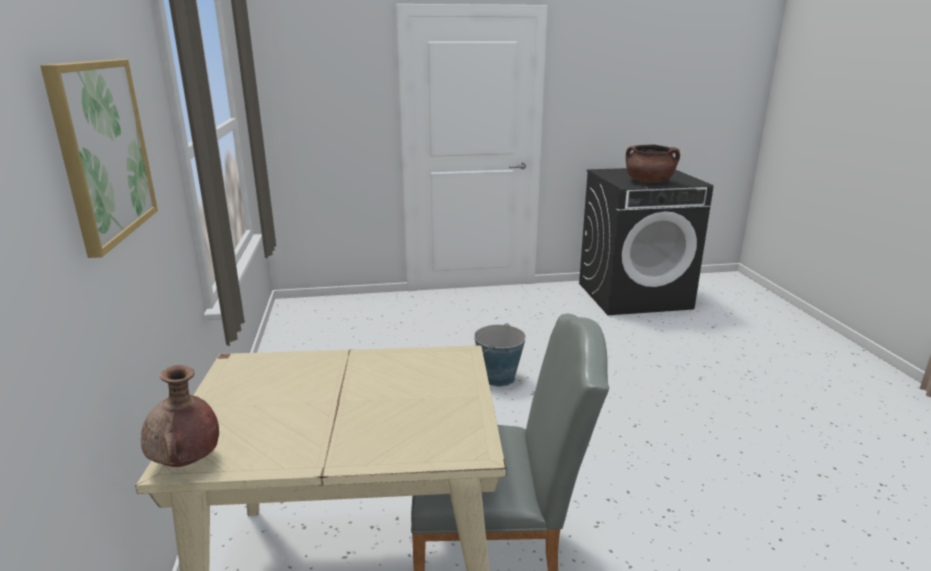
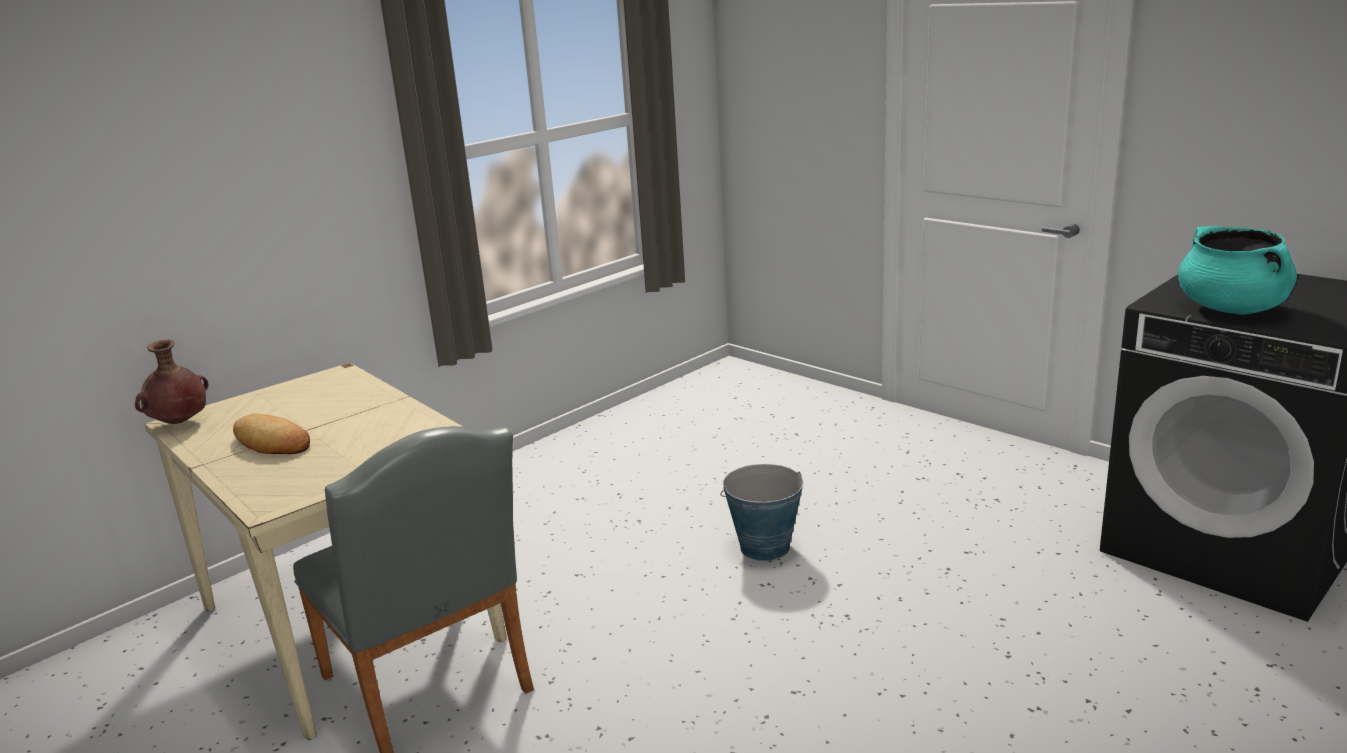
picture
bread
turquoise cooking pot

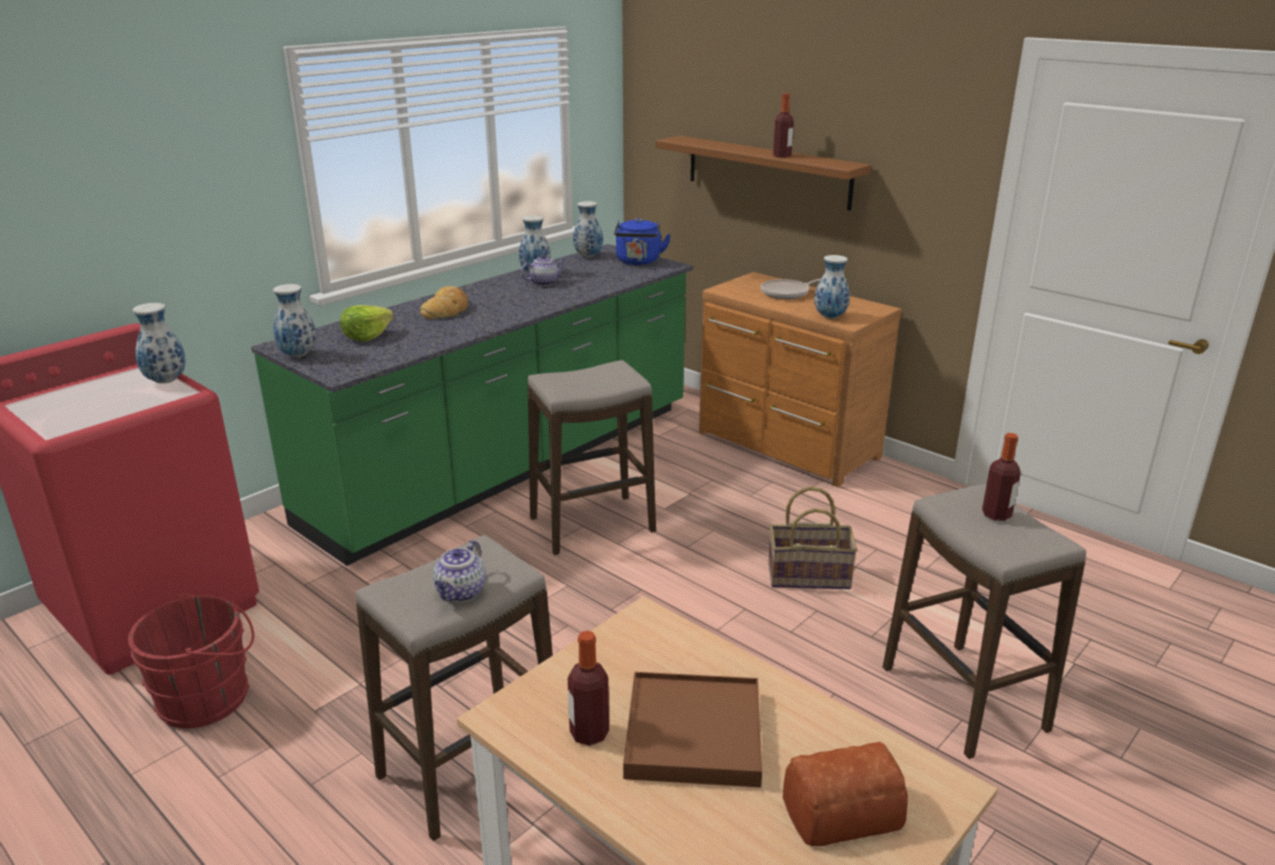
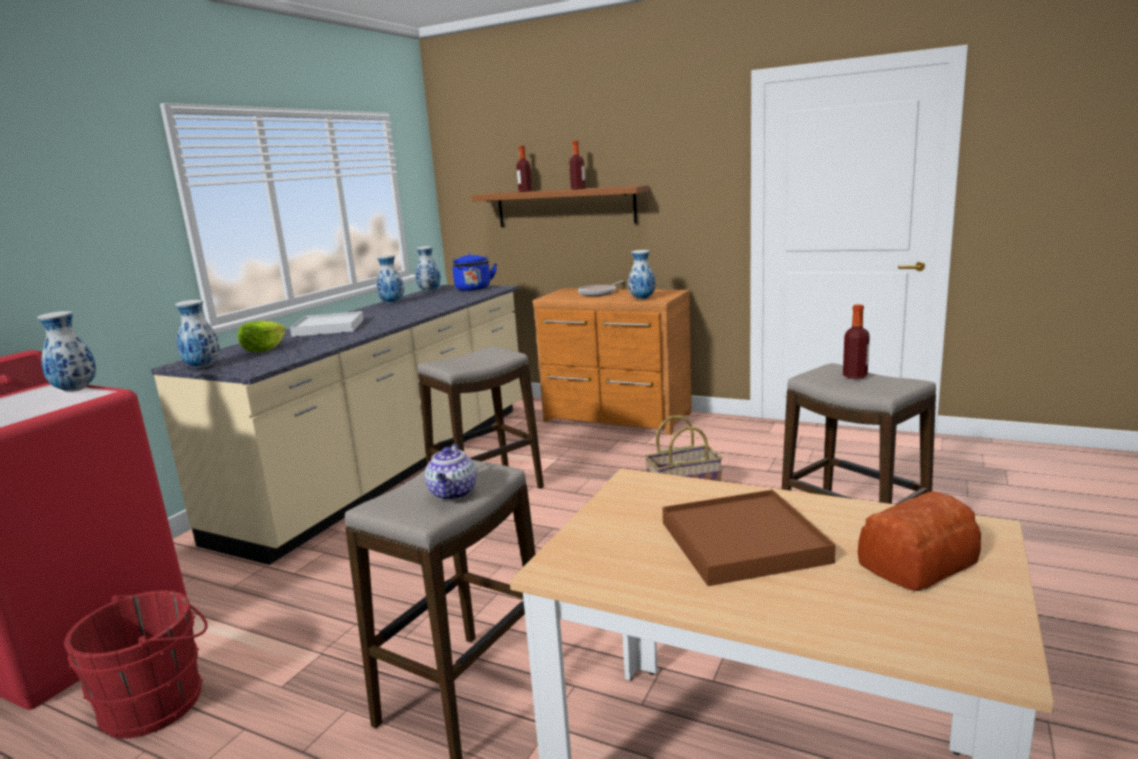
teapot (2nd from left in the first image)
bottle (1st from left)
white tray
beige counter

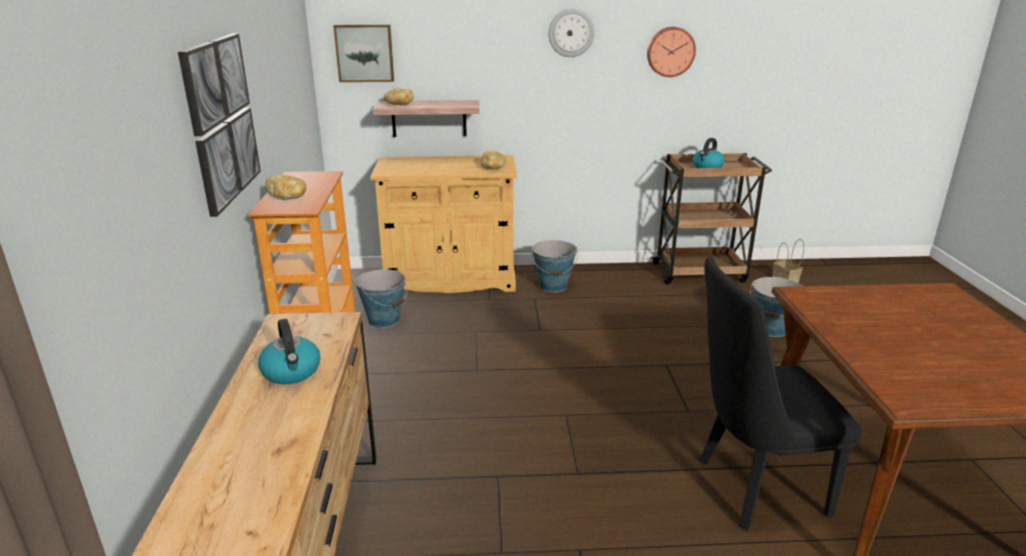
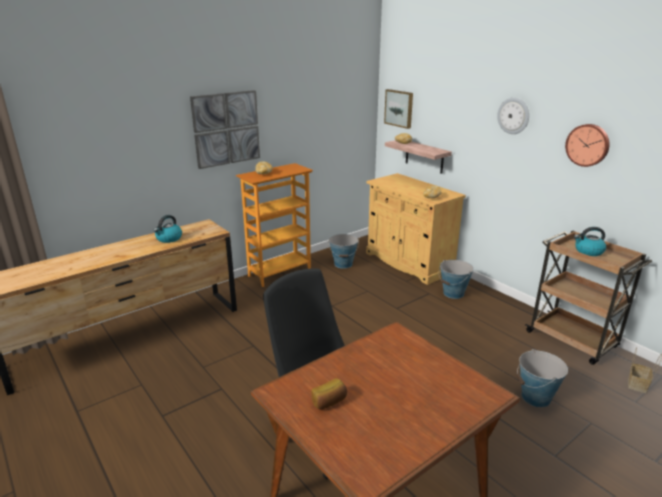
bread (2nd from left)

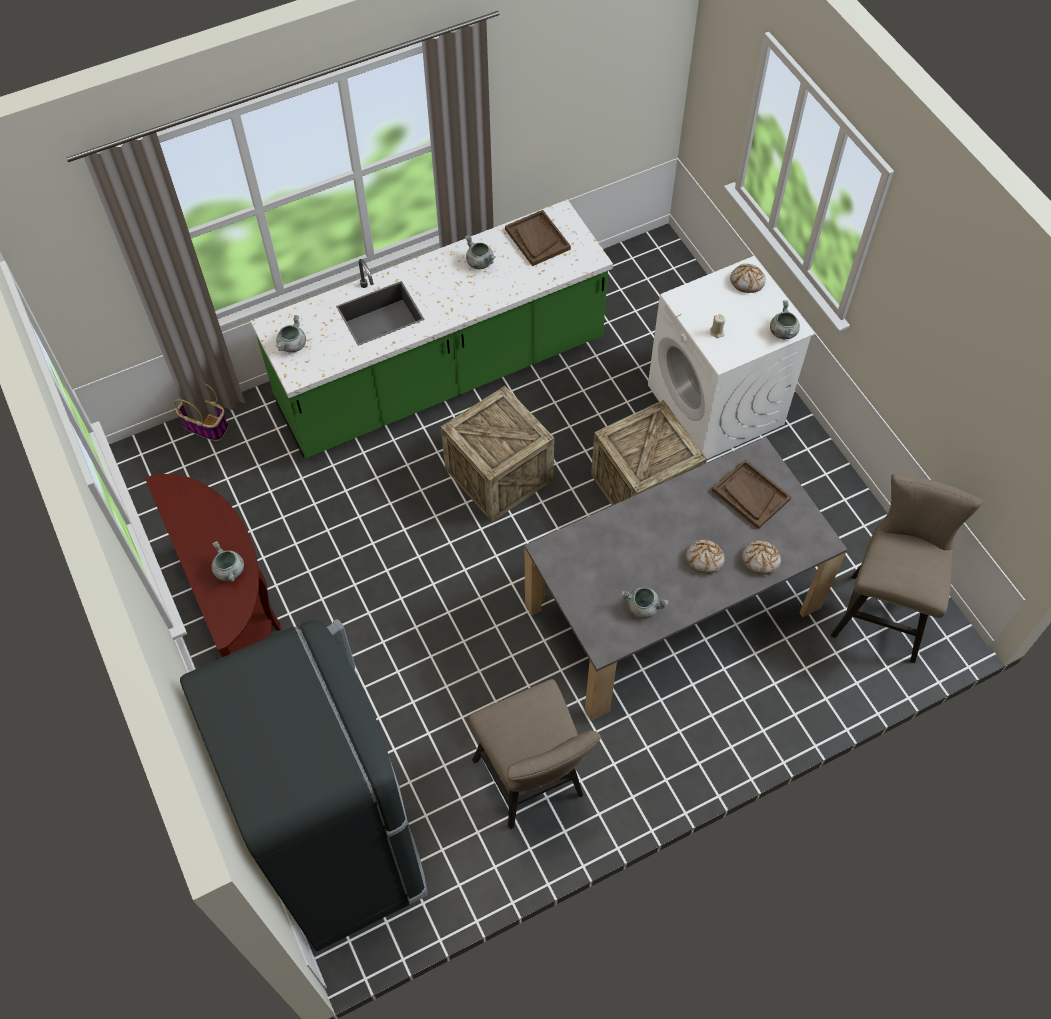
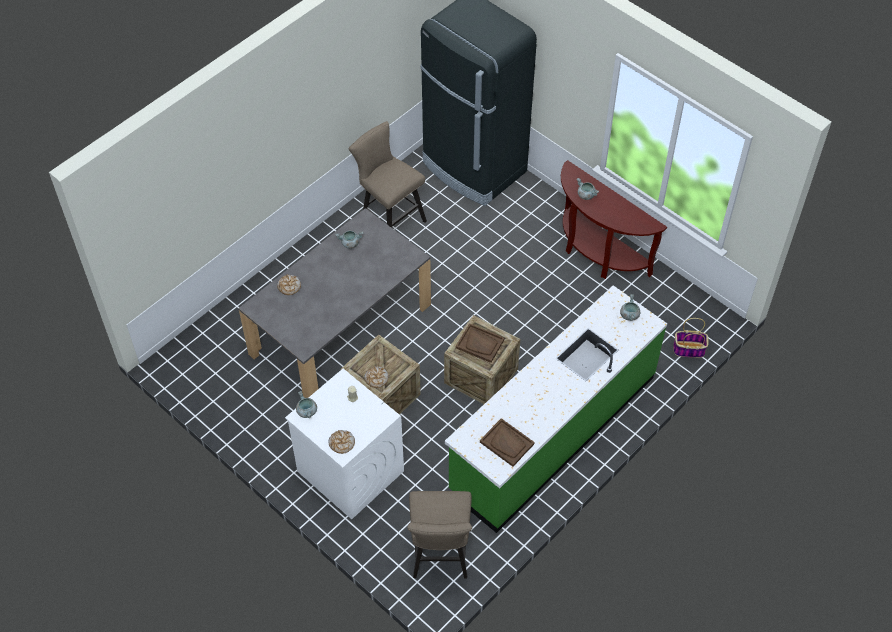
grey cooking pot (3rd from left in the first image)
bread (3rd from left)
brown tray (1st from left)
beige stool (2nd from left)

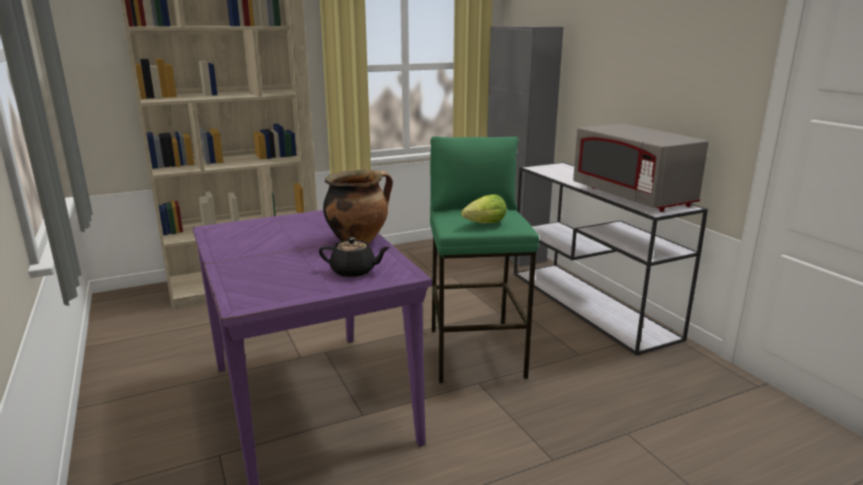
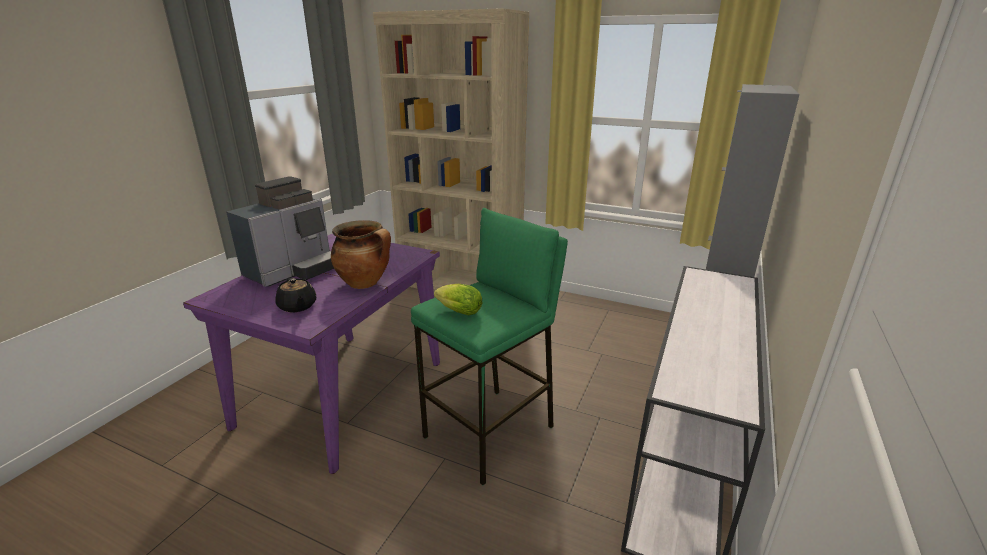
grey microwave
coffee machine

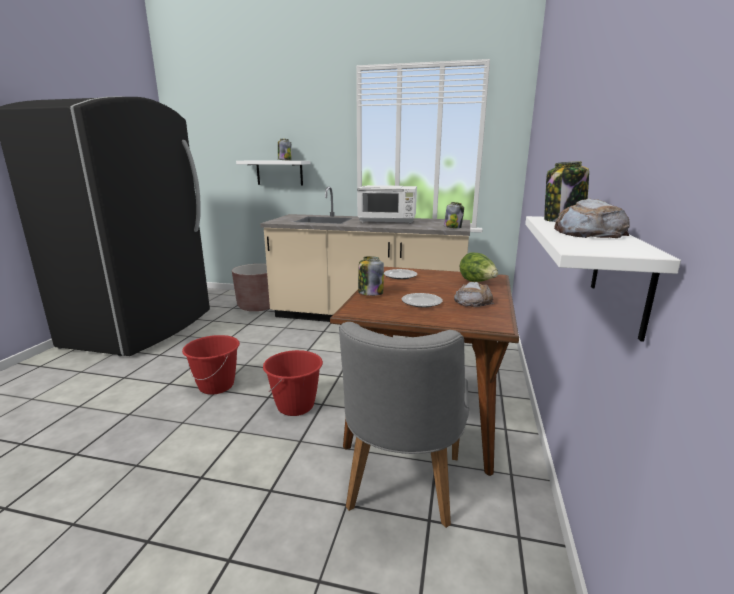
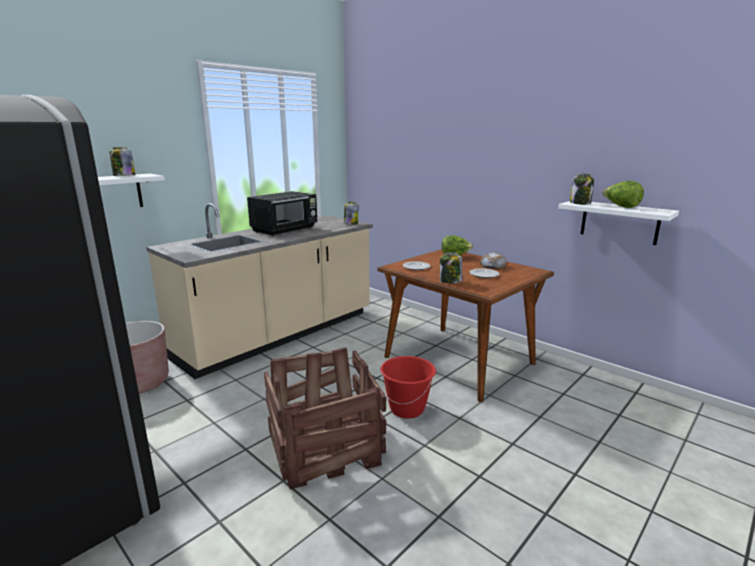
grey chair
crate
lettuce (2nd from left)
black microwave

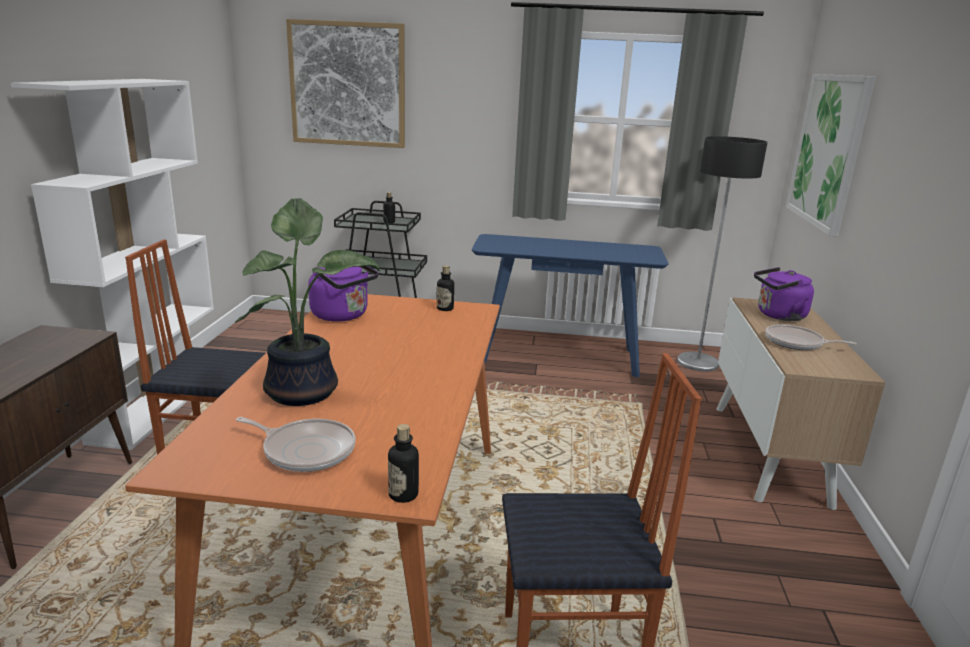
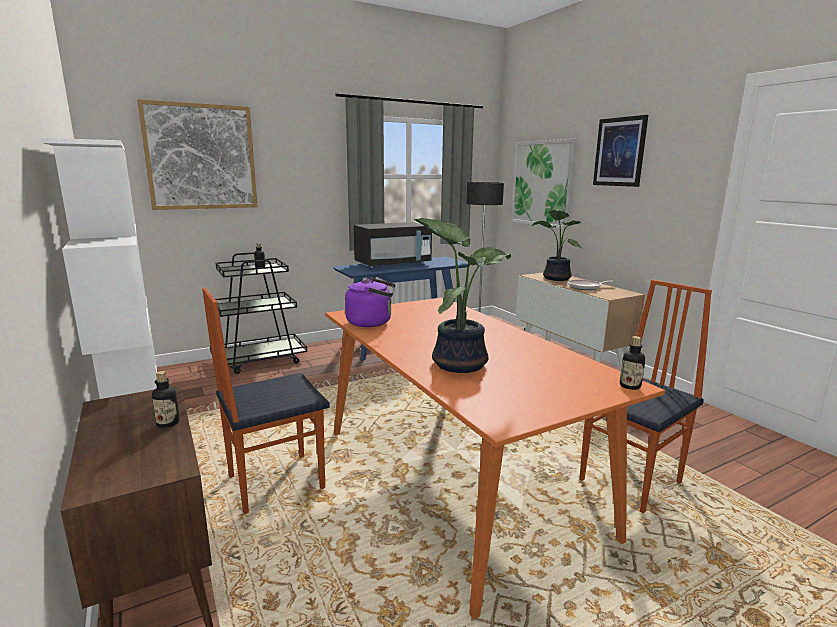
frying pan (1st from left in the first image)
black microwave
picture (3rd from left)
bottle (1st from left)
potted plant (2nd from left)

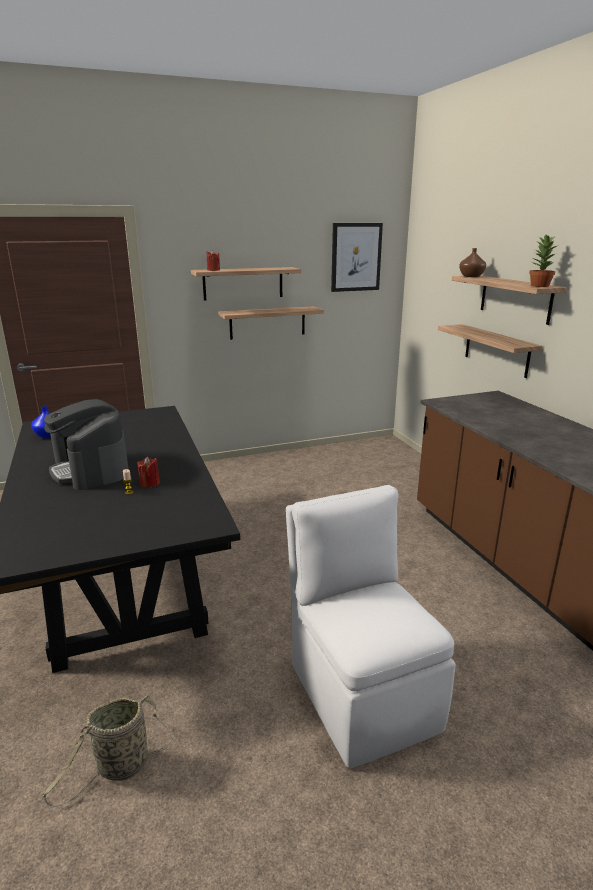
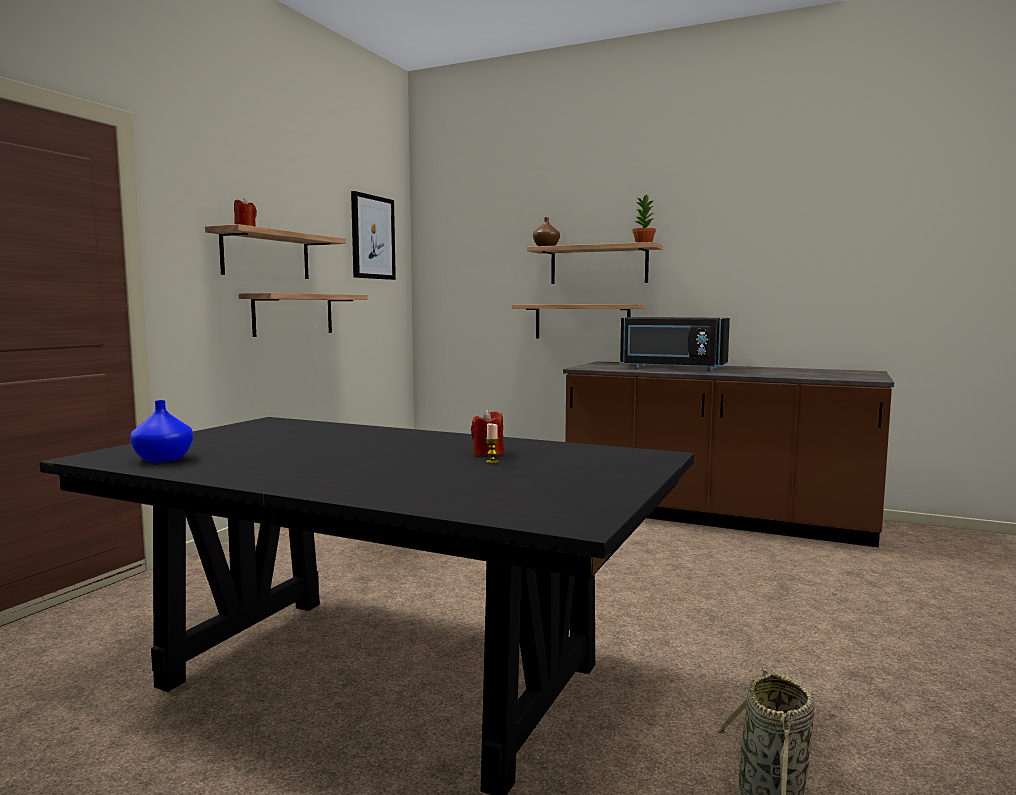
coffee machine
white chair
black microwave

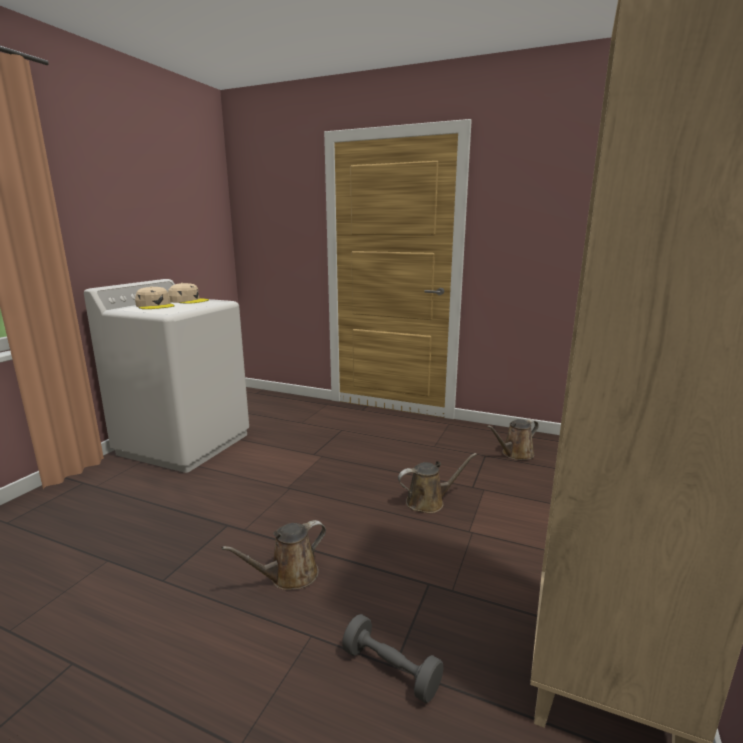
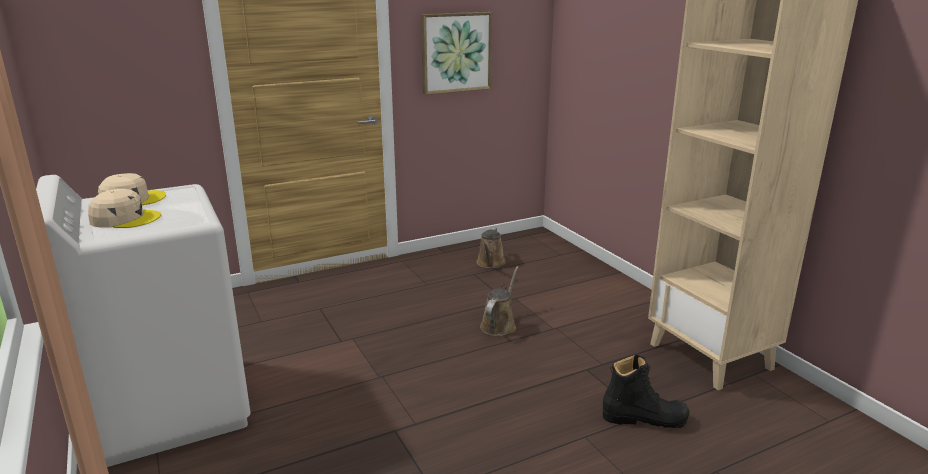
brown watering can (1st from left in the first image)
picture
black boot

